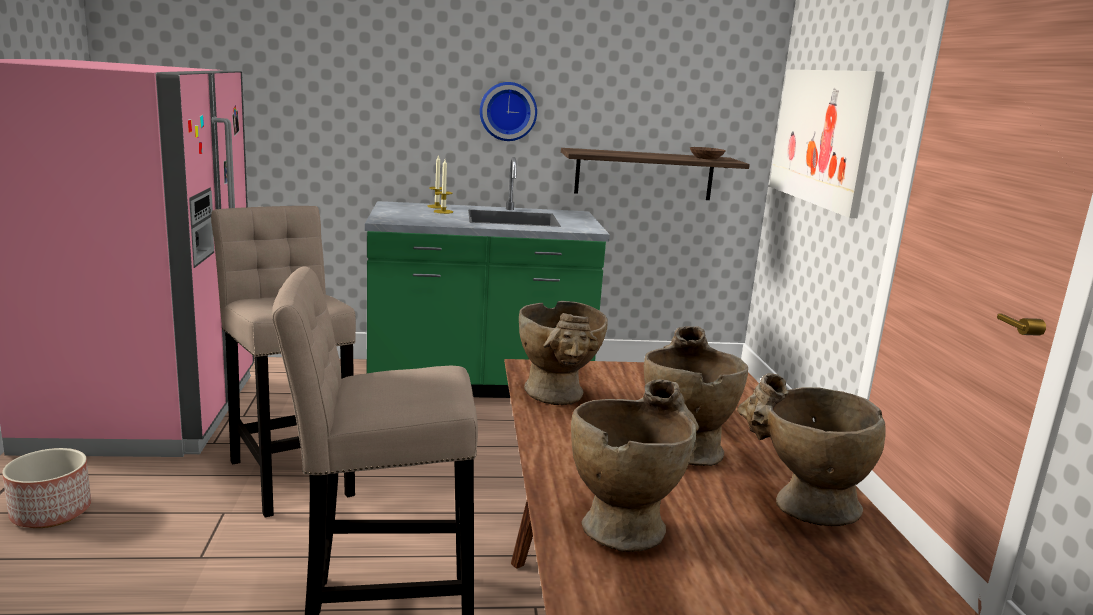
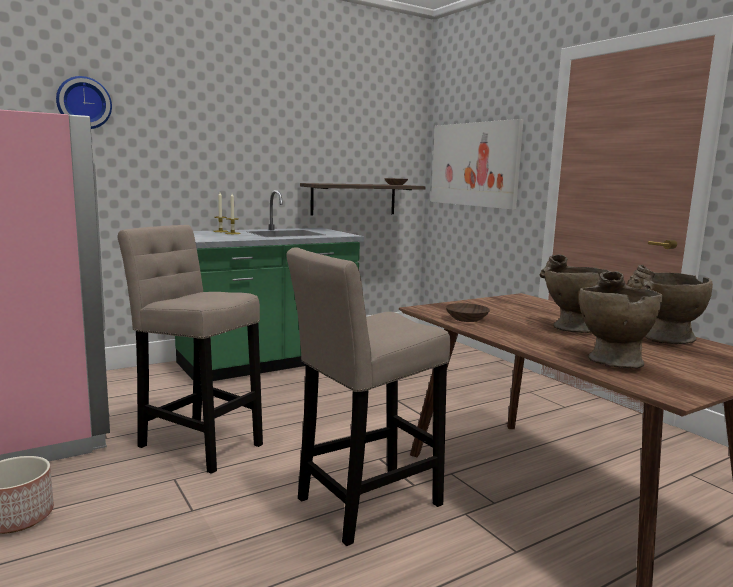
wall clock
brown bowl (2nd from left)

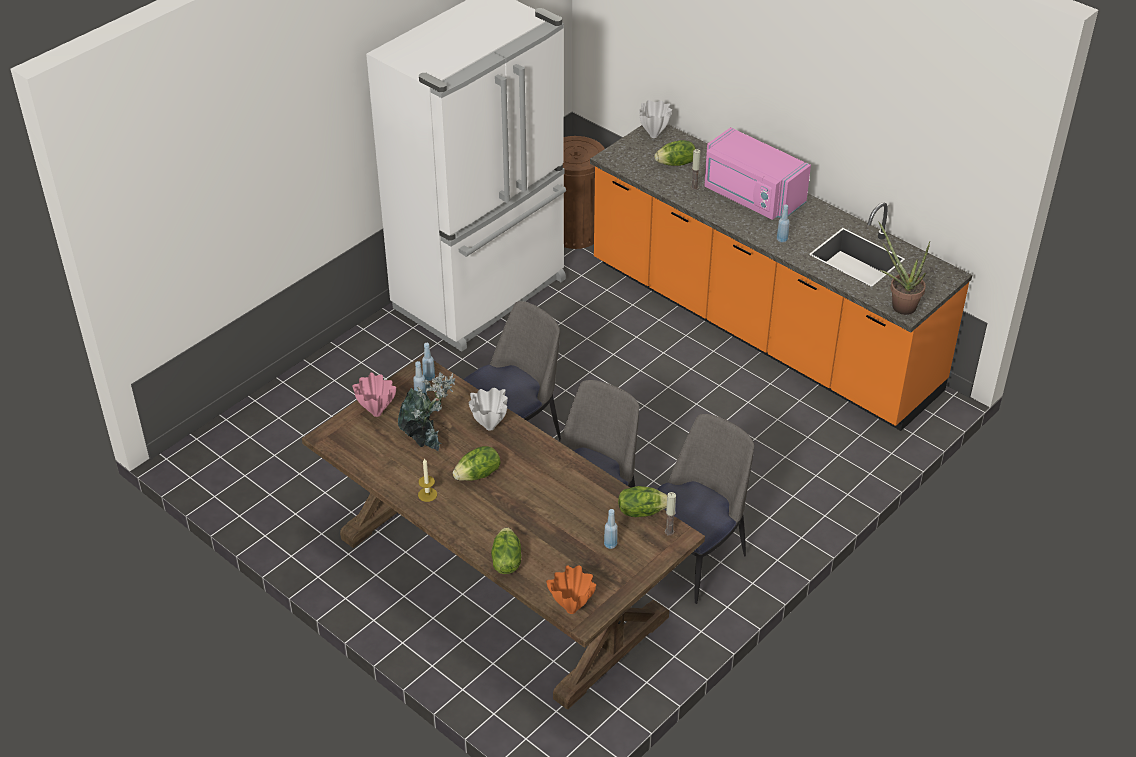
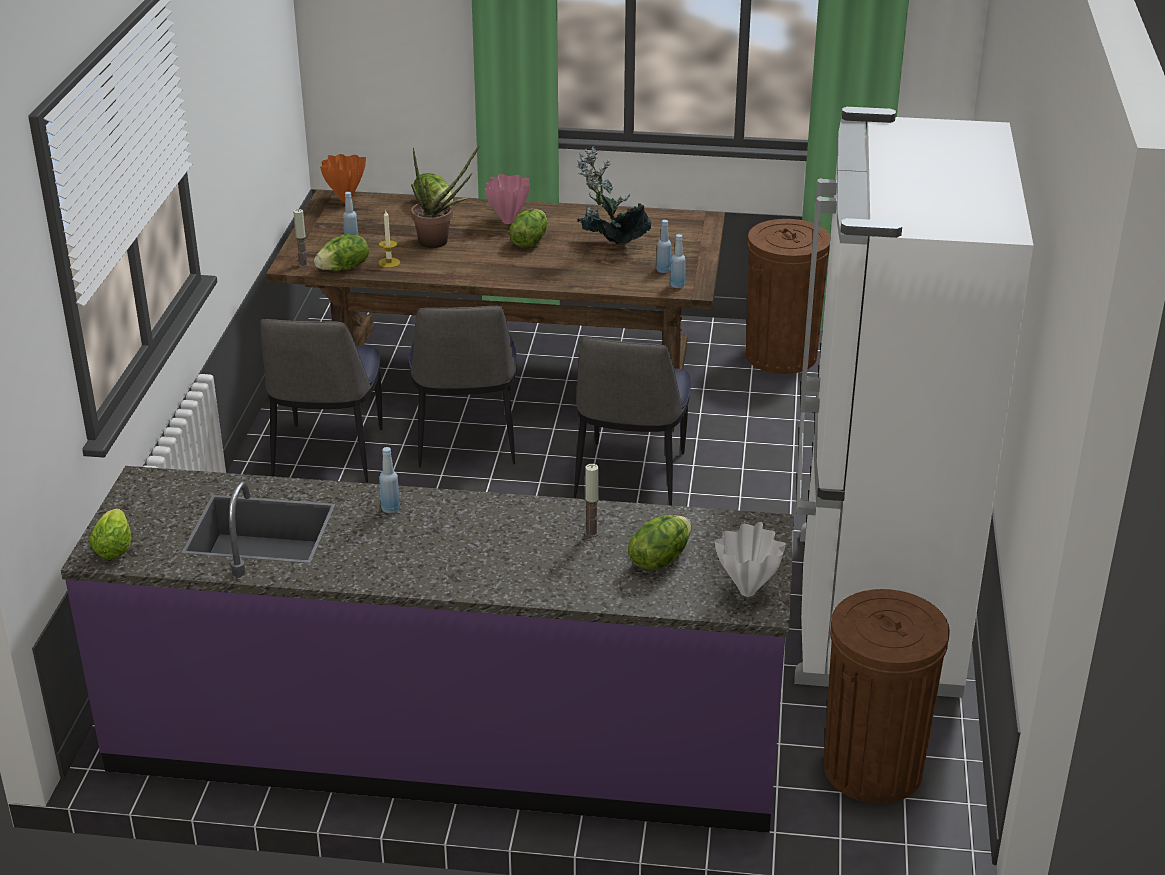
white vase (1st from left in the first image)
pink microwave
lettuce (1st from left)
brown trash can (1st from left)
pink vase
candle (2nd from left)
potted plant (1st from left)
purple counter

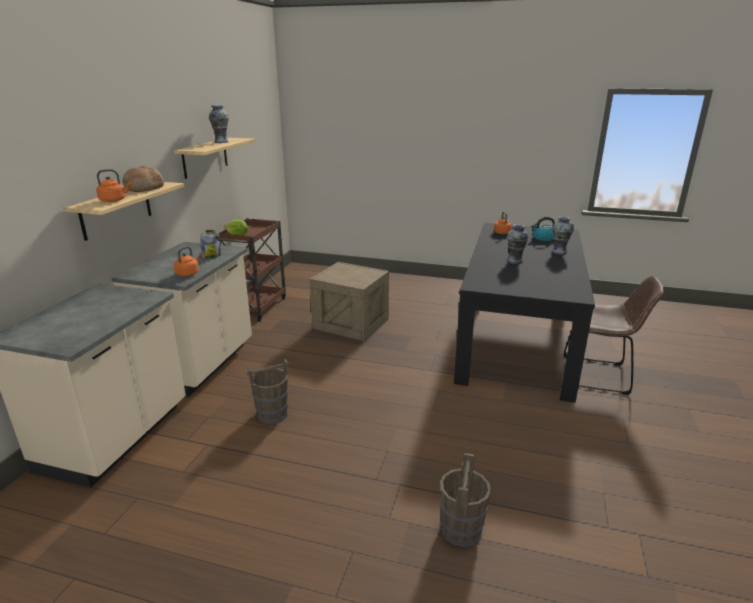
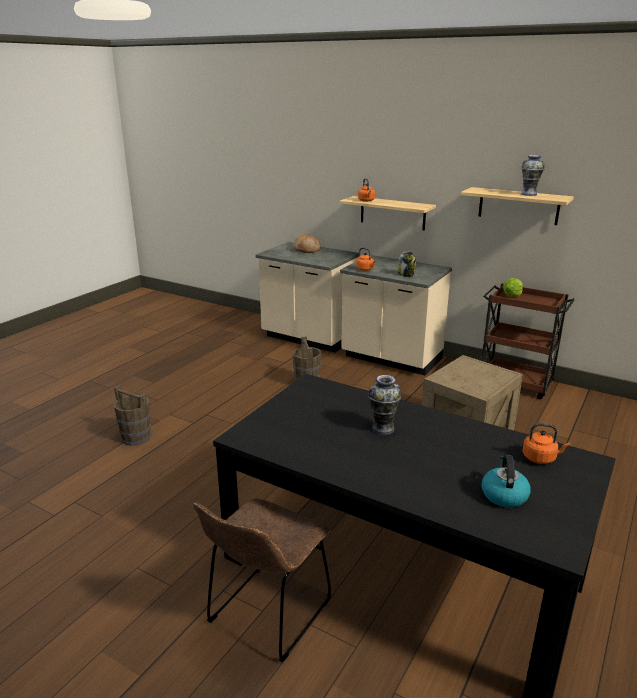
vase (3rd from left in the first image)
bread

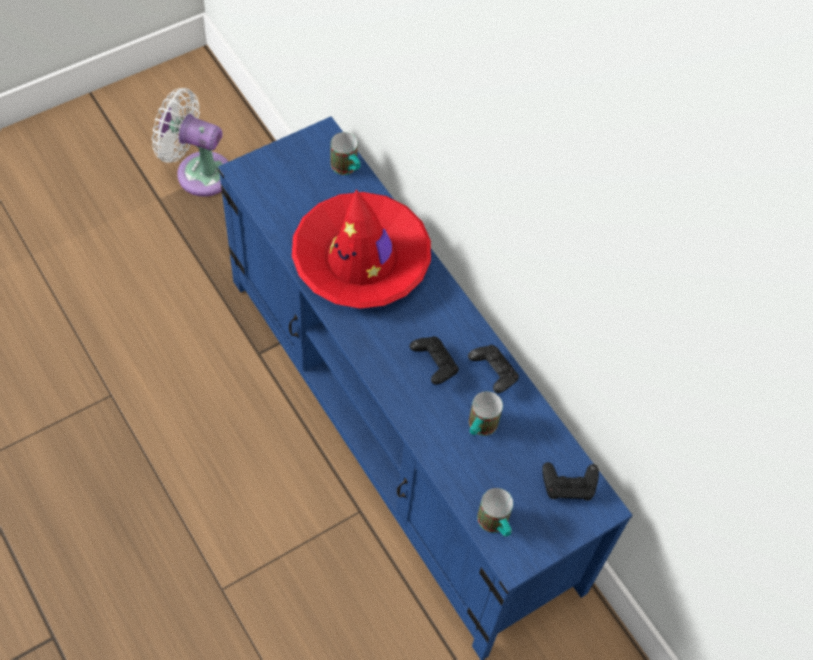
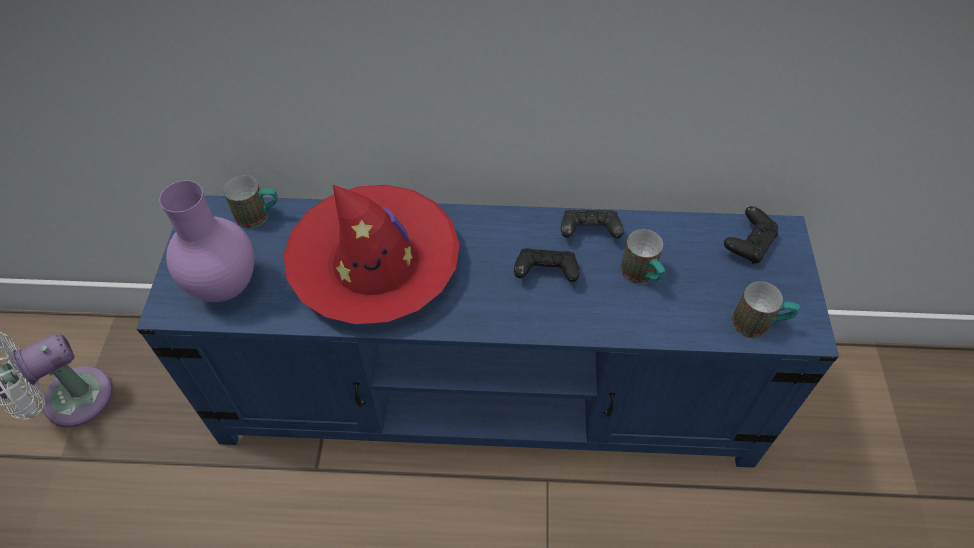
purple vase

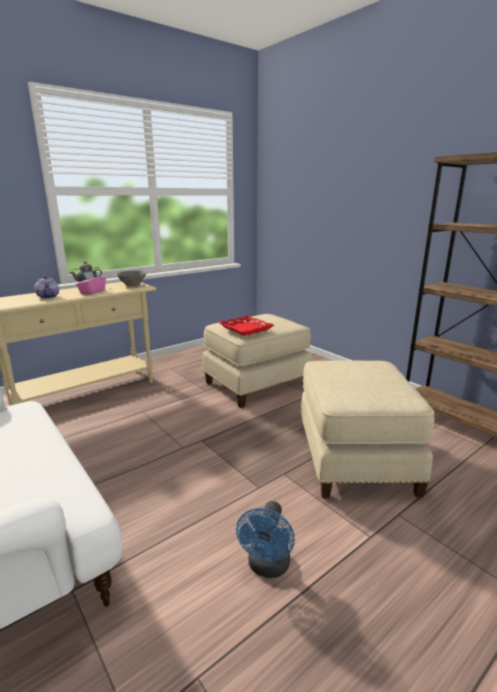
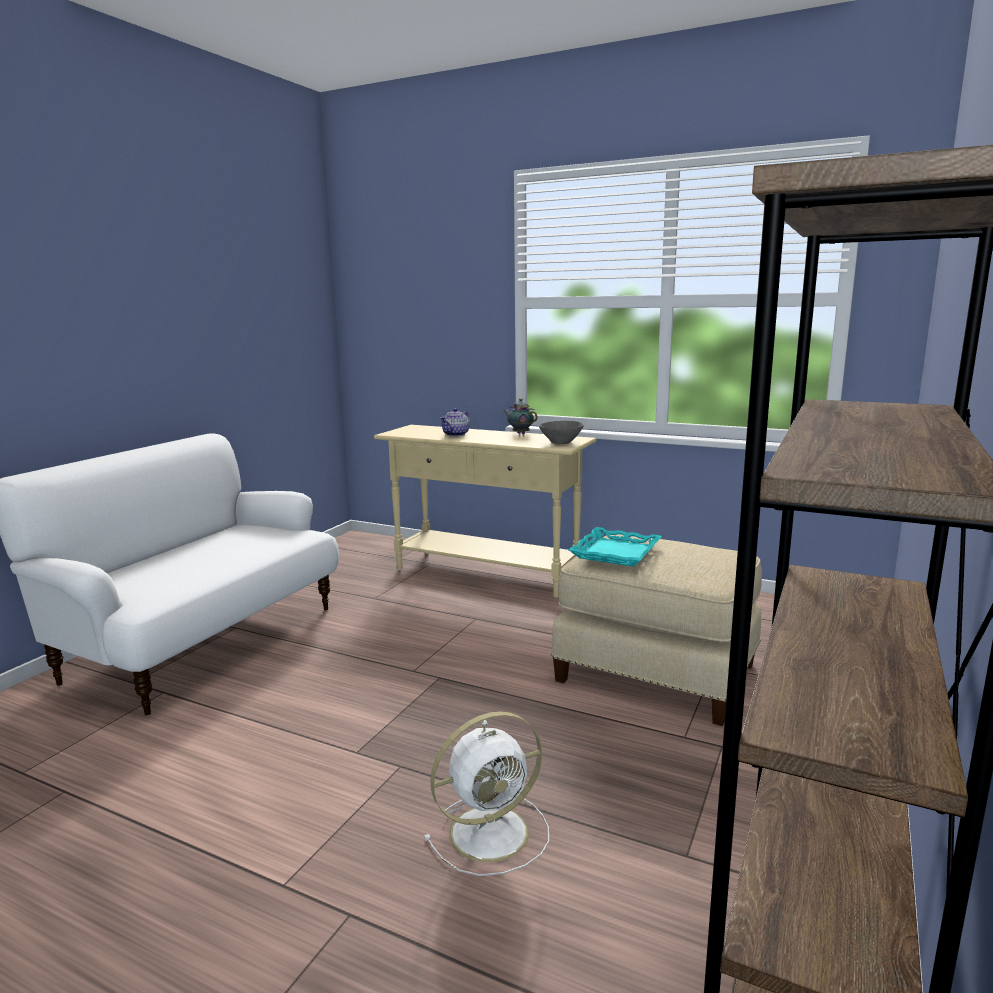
pink tissue box
blue fan
white fan
turquoise tray

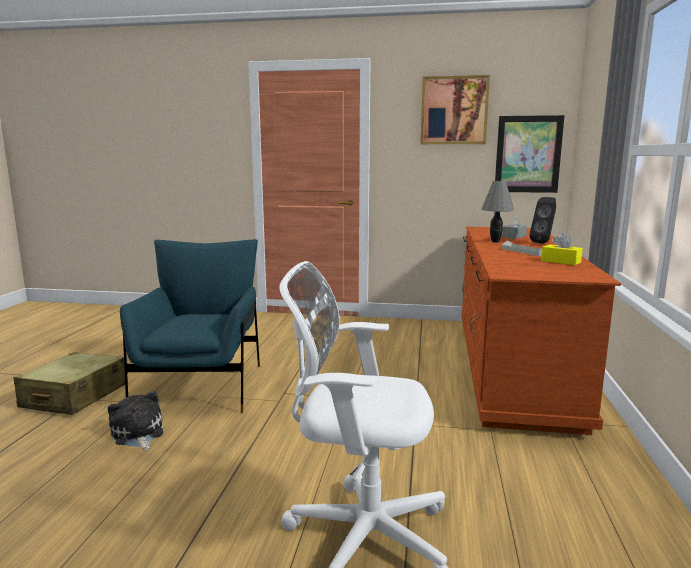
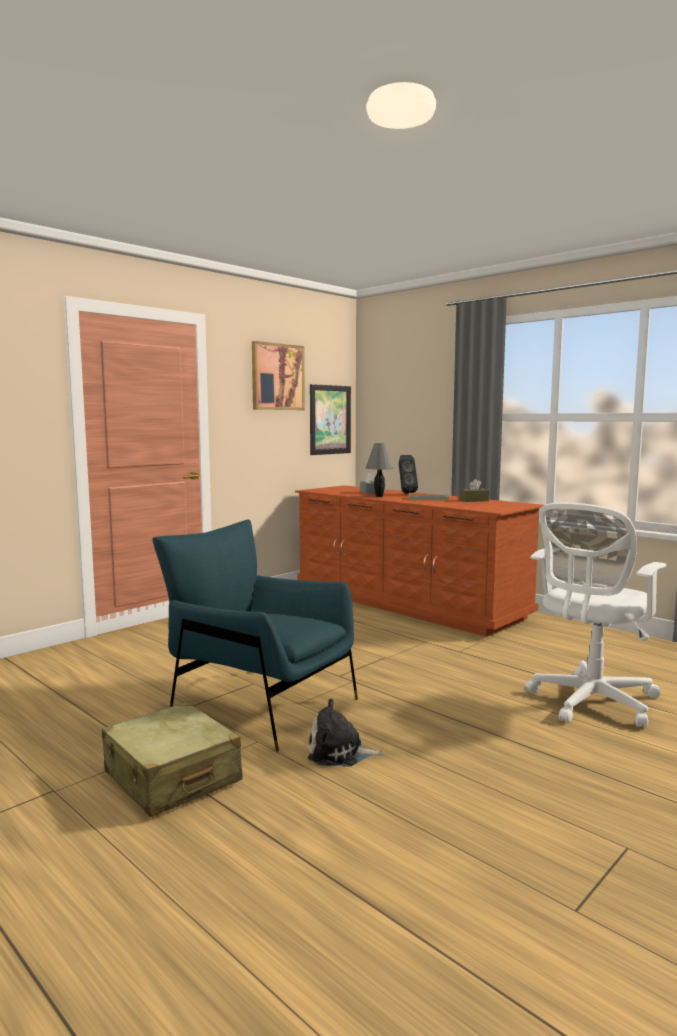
brown tissue box

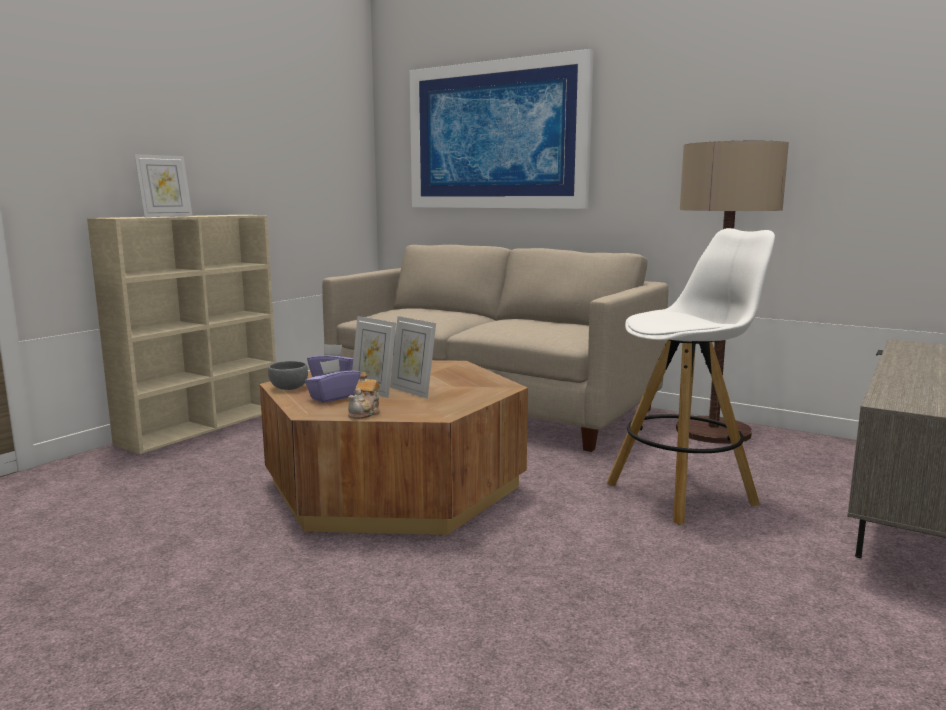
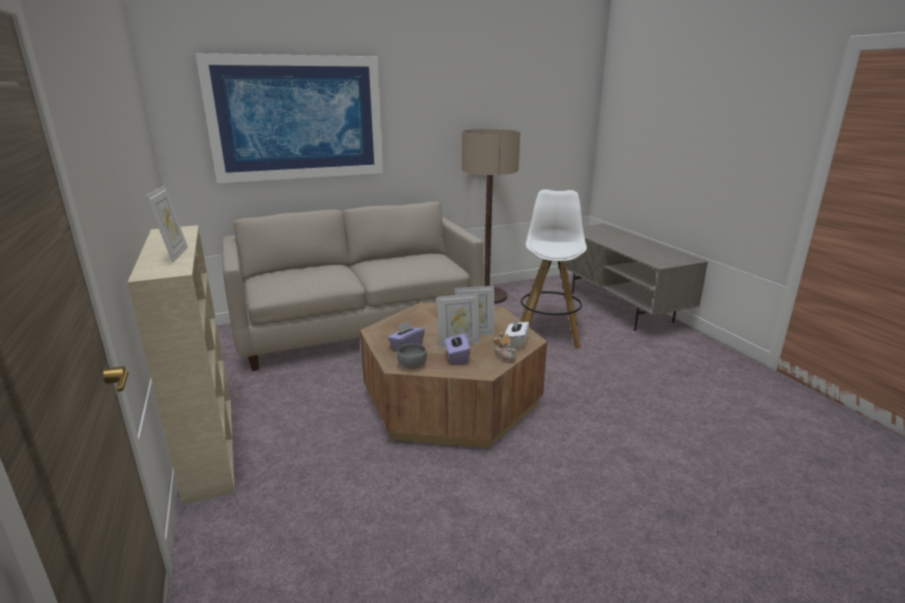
white tissue box

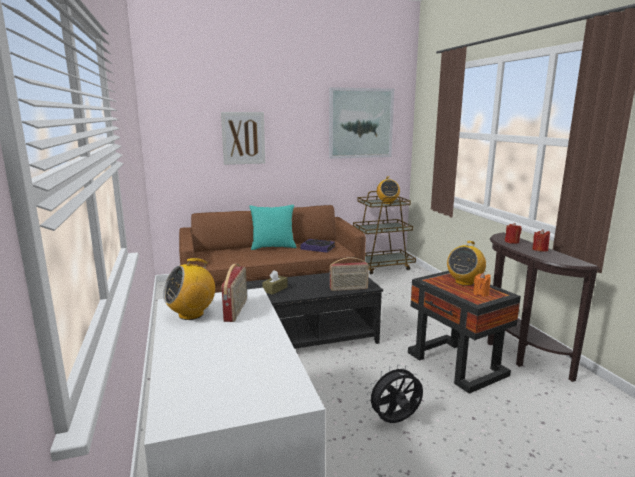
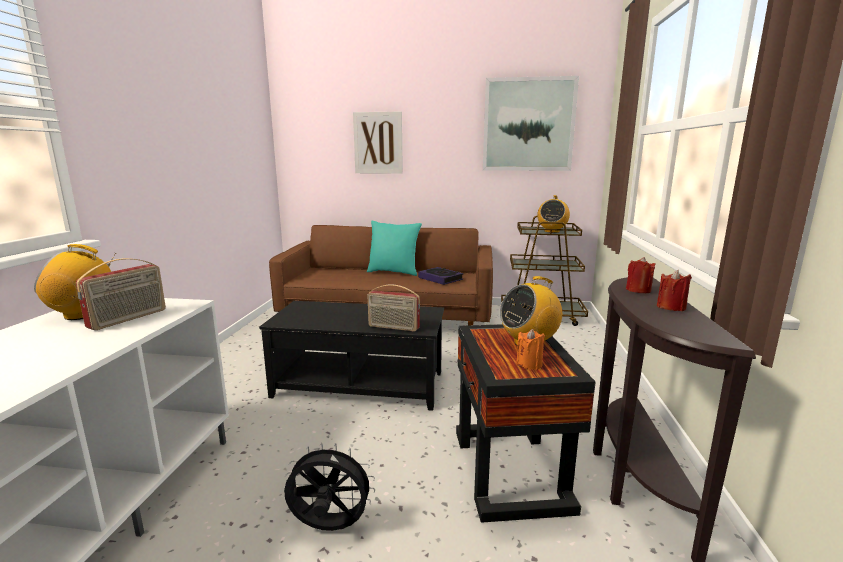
brown tissue box

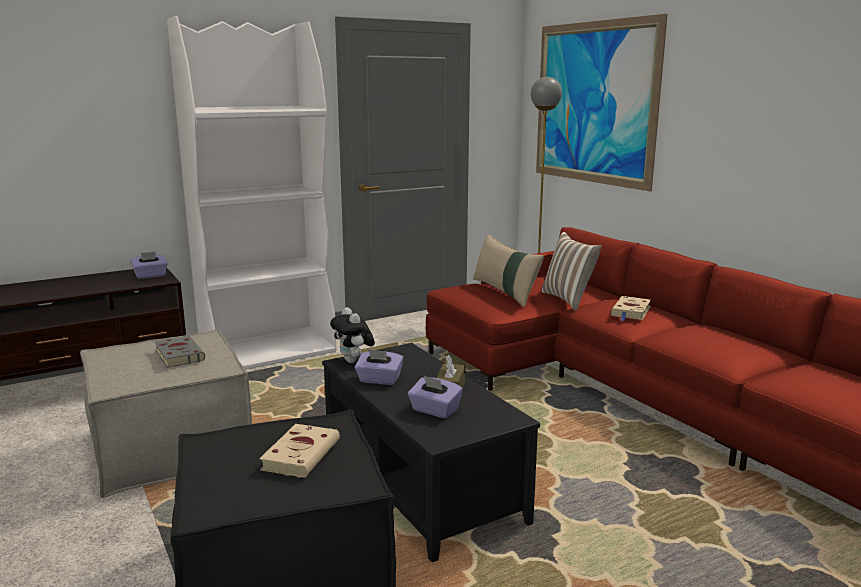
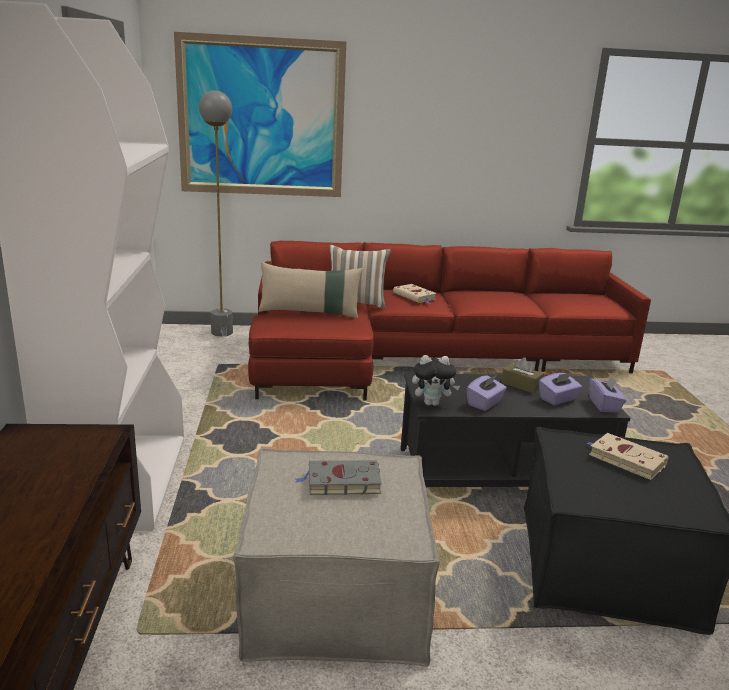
purple tissue box (3rd from left)

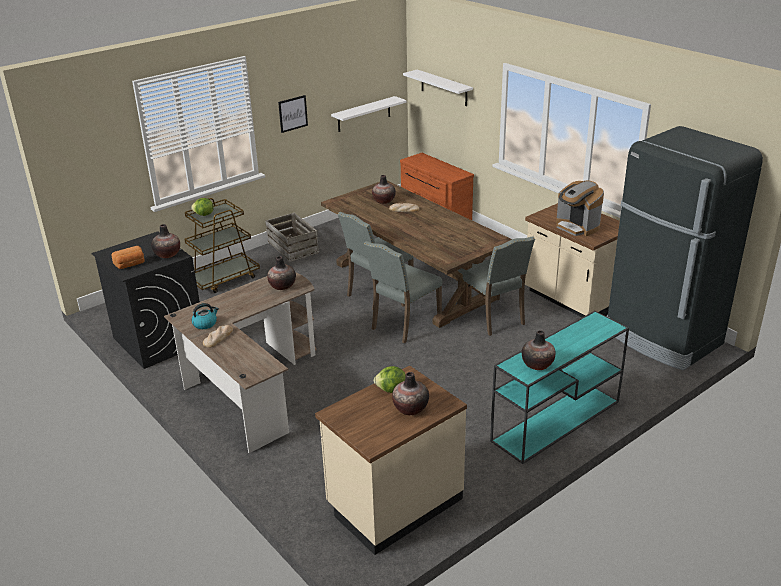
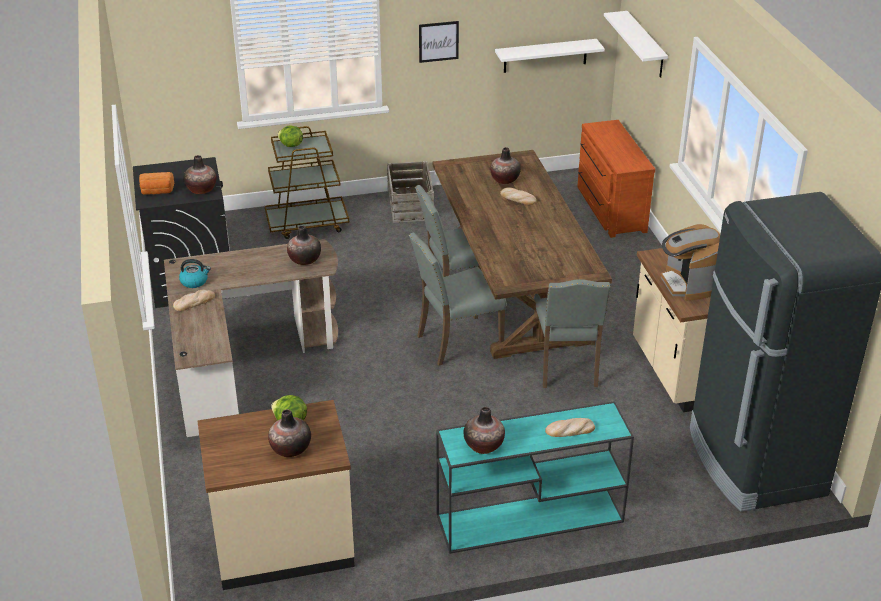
bread (4th from left)

